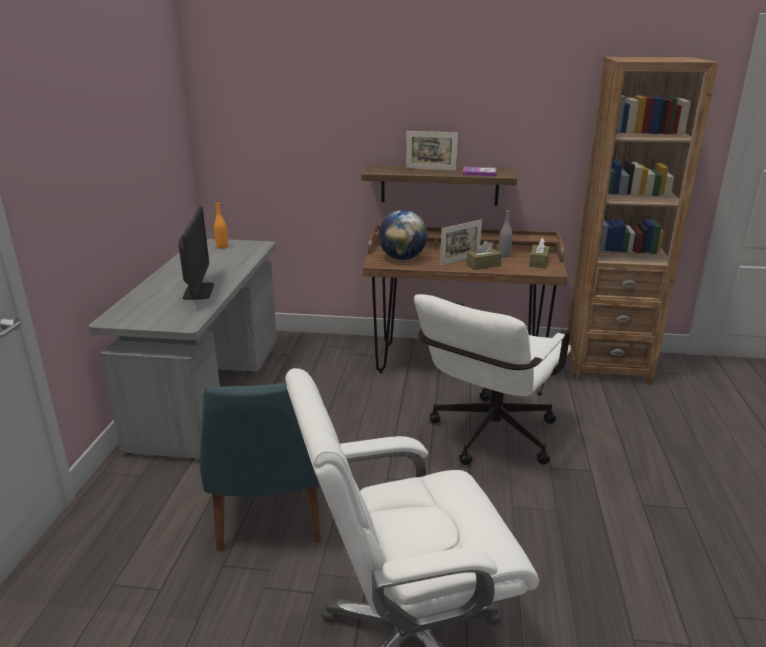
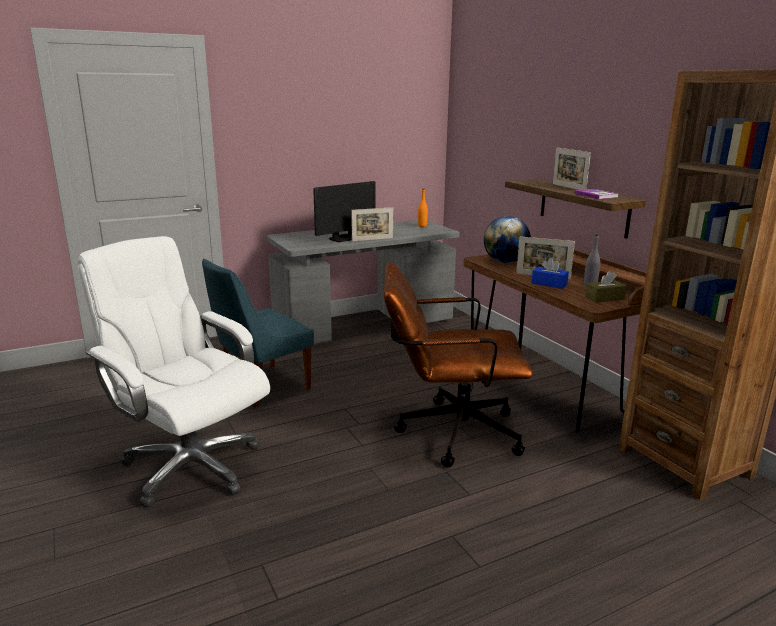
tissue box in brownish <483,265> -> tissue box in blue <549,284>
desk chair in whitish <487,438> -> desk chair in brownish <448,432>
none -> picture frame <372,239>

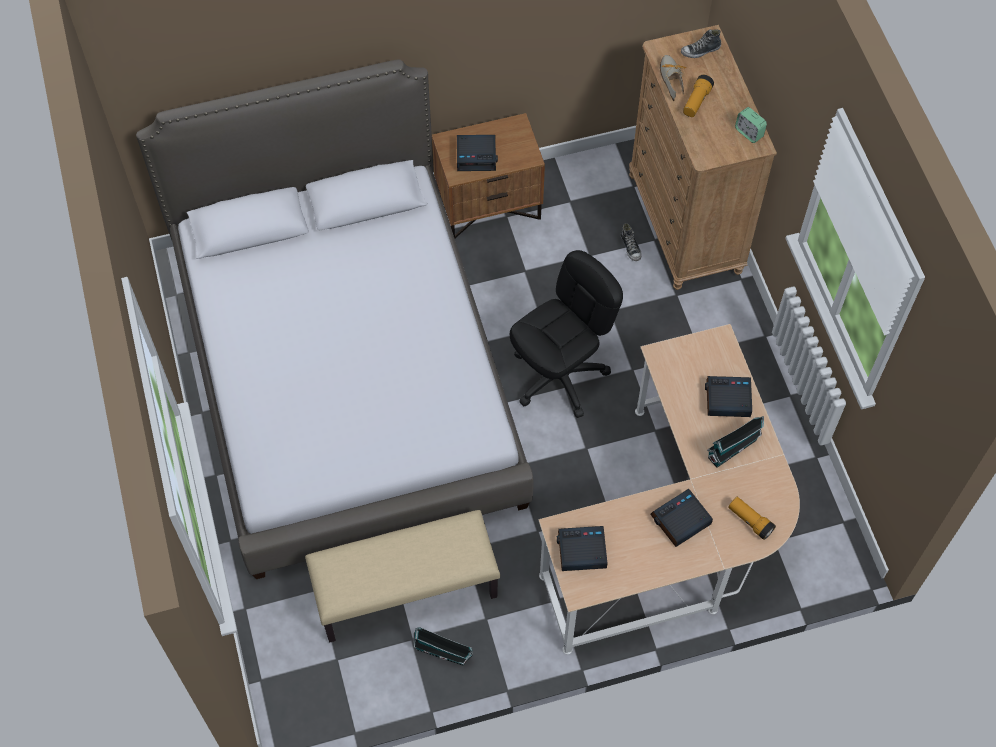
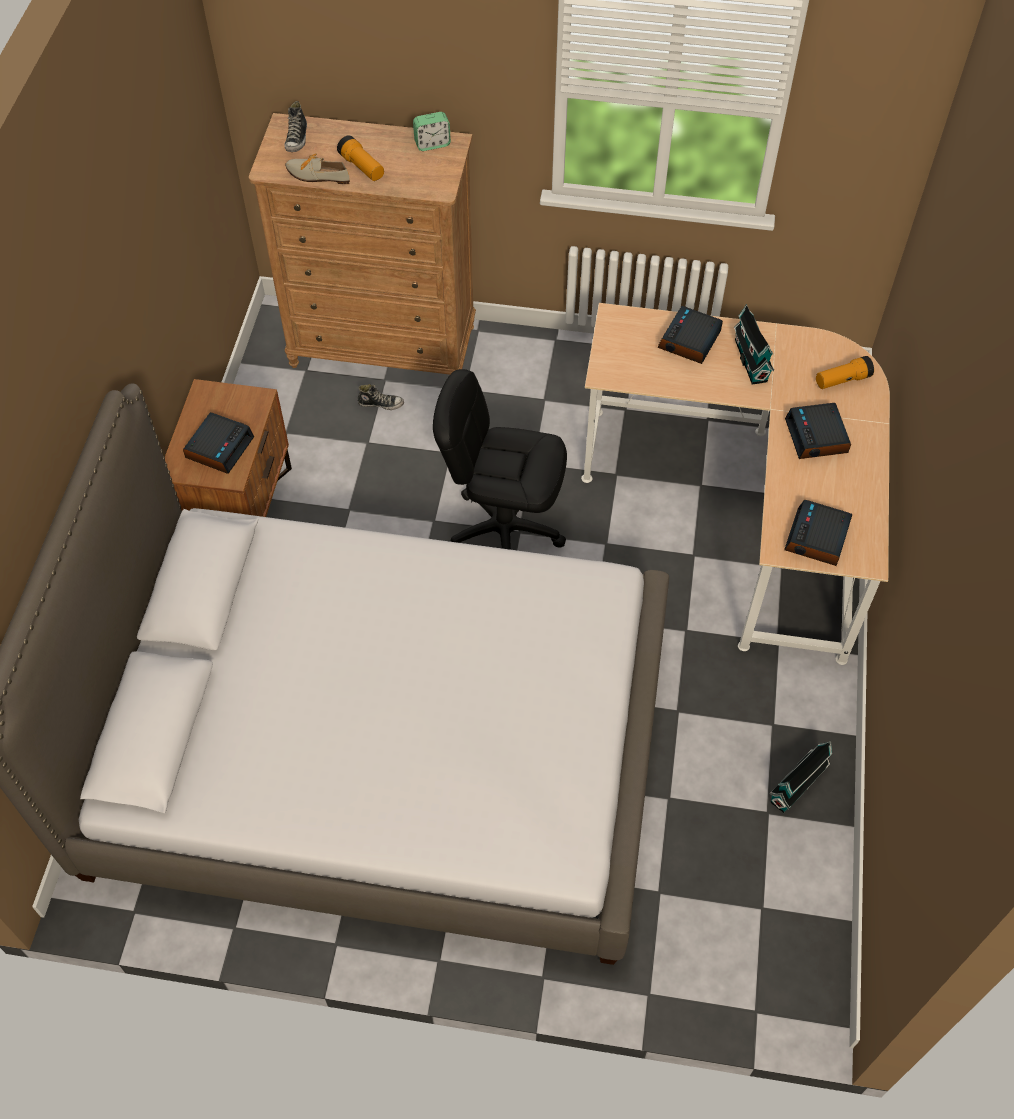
desk chair in black <560,376> -> desk chair in black <503,531>, 60 degrees counterclockwise
indoor bench in sand-coloured <406,589> -> none

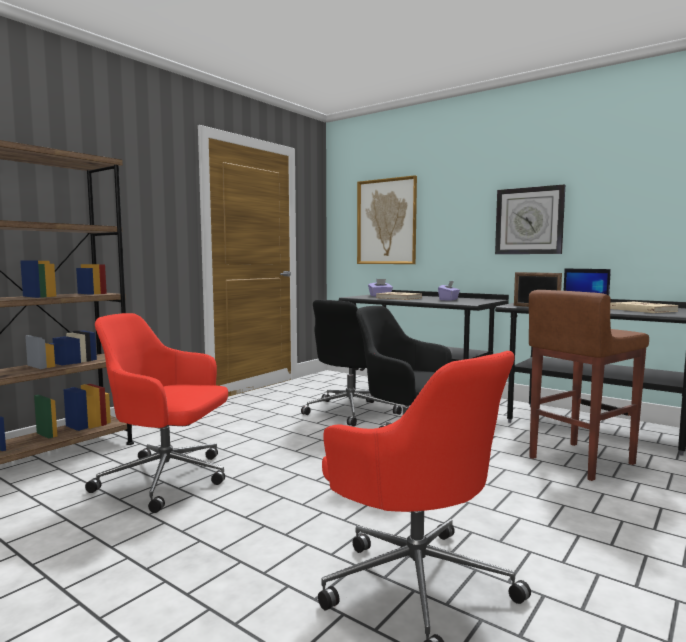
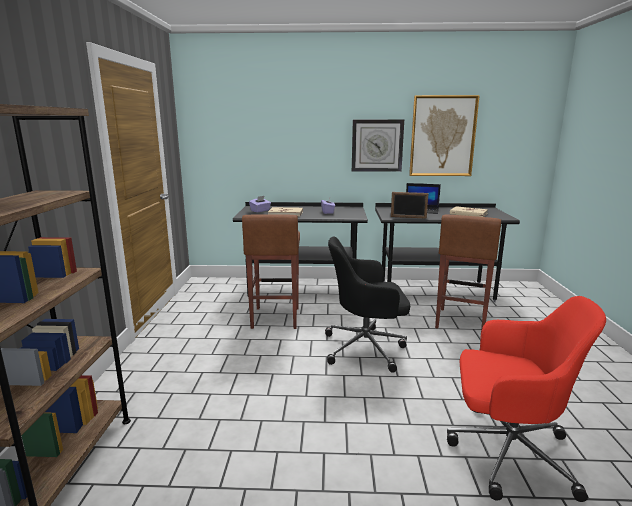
picture <386,222> -> picture <442,136>, shifted
desk chair in black <351,410> -> stool seat in brownish <274,318>
desk chair in reddish <167,479> -> none

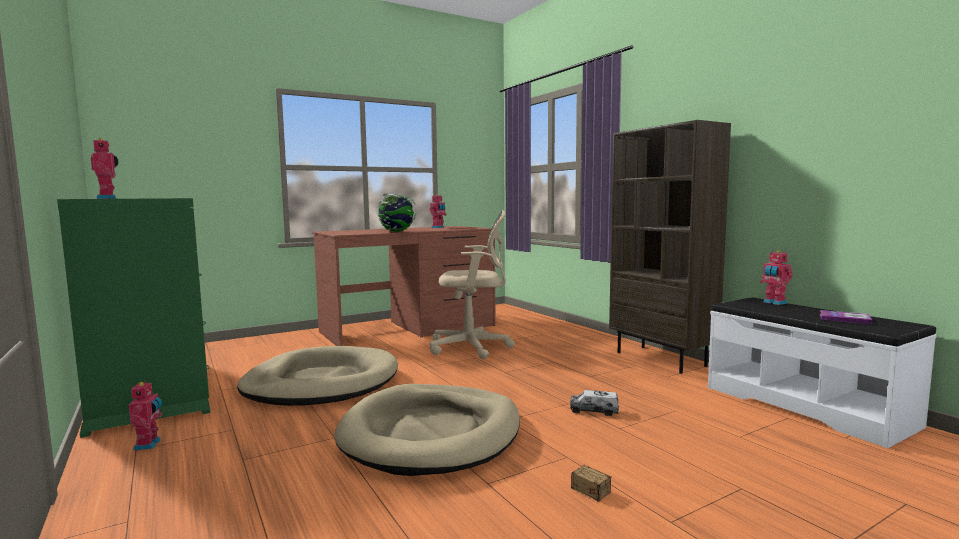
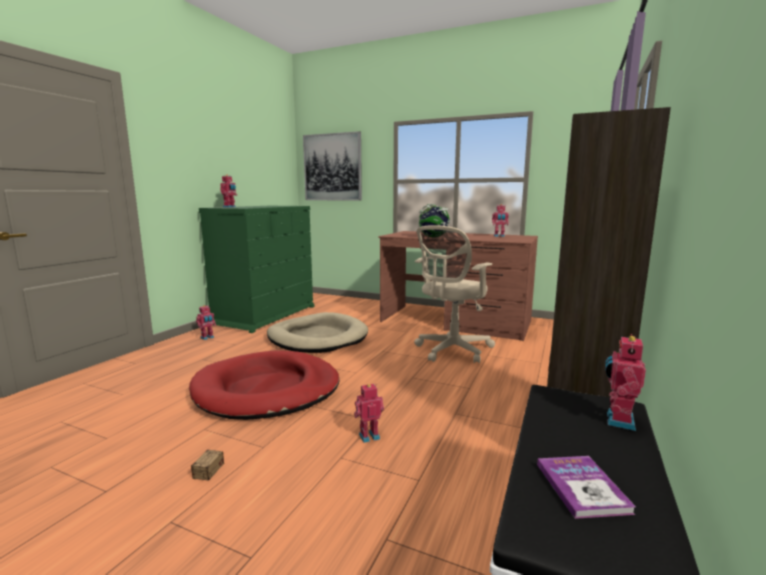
desk chair in sand-coloured <473,347> -> desk chair in sand-coloured <451,351>, 75 degrees clockwise
dog cushion in sand-coloured <431,434> -> dog cushion in reddish <267,390>
toy truck <594,411> -> model robot <368,436>
none -> picture <332,167>

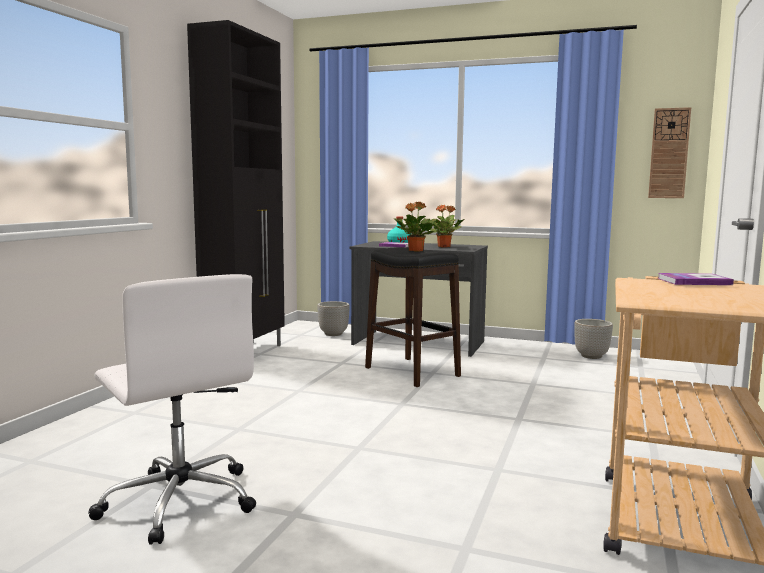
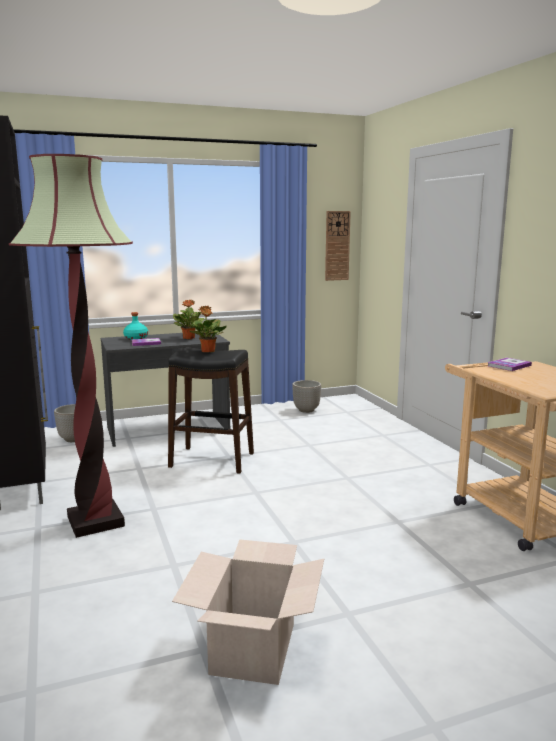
desk chair in whitish <179,501> -> packing box <254,649>
none -> floor lamp <95,521>

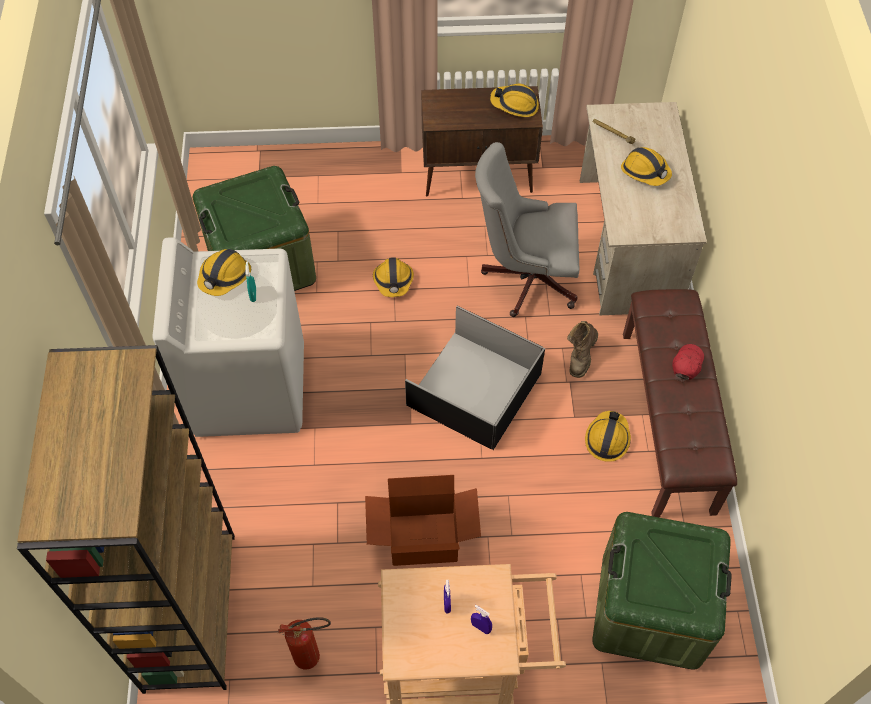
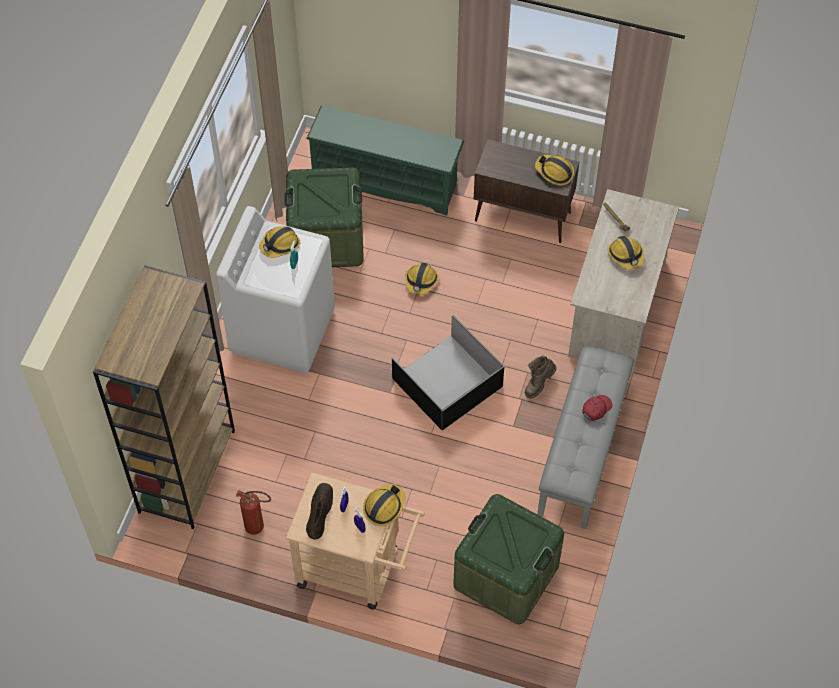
desk chair in gray <525,277> -> none
indoor bench in brownish <668,420> -> indoor bench in gray <583,451>
hard hat <607,439> -> hard hat <384,507>, shifted
packing box <423,540> -> none
none -> shoe stand in green <386,182>
none -> high-top boot in brownish <320,512>

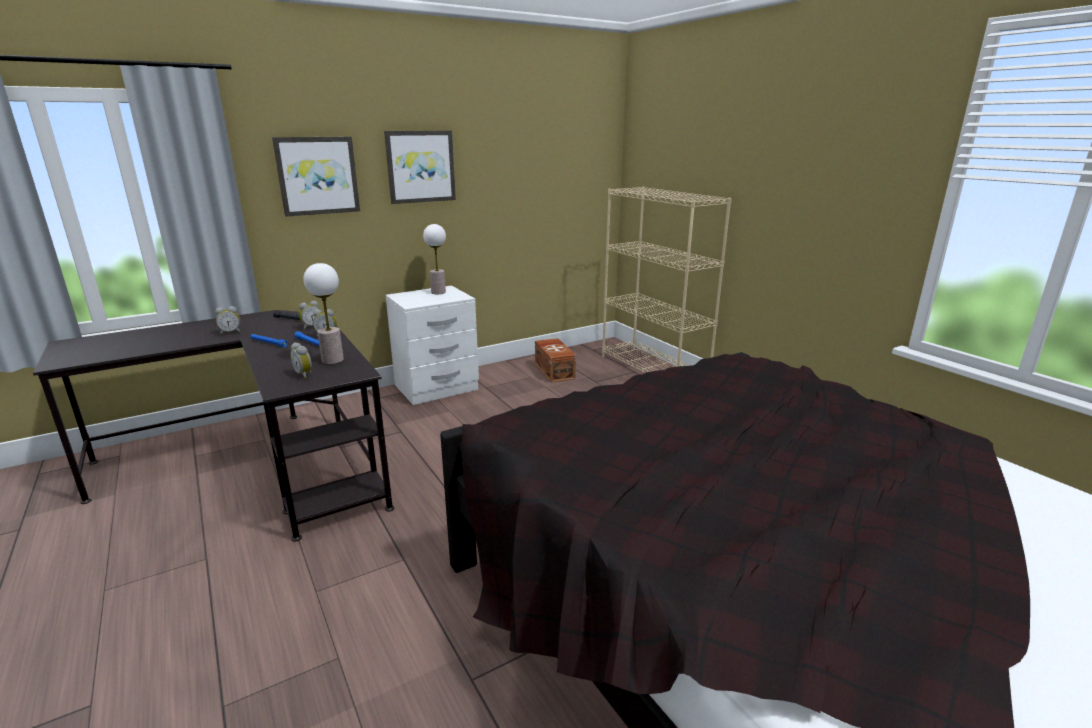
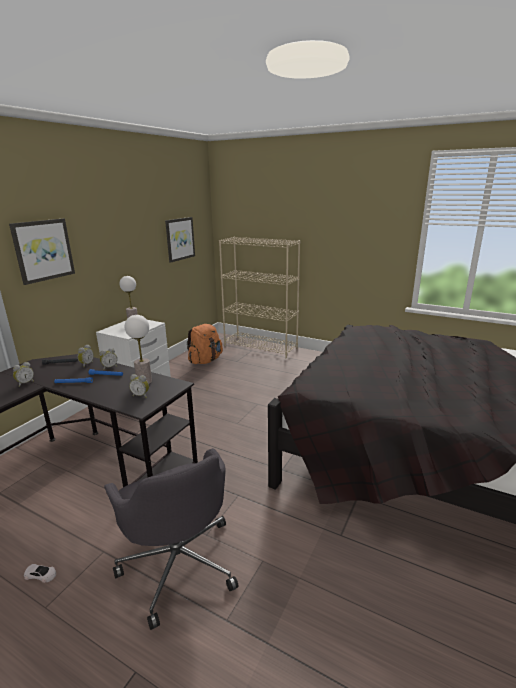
picture <420,166> -> picture <179,239>, shifted
storage container in brownish <555,371> -> rucksack in orangey <205,360>
none -> desk chair in gray <179,563>
none -> model car in whitish <41,575>

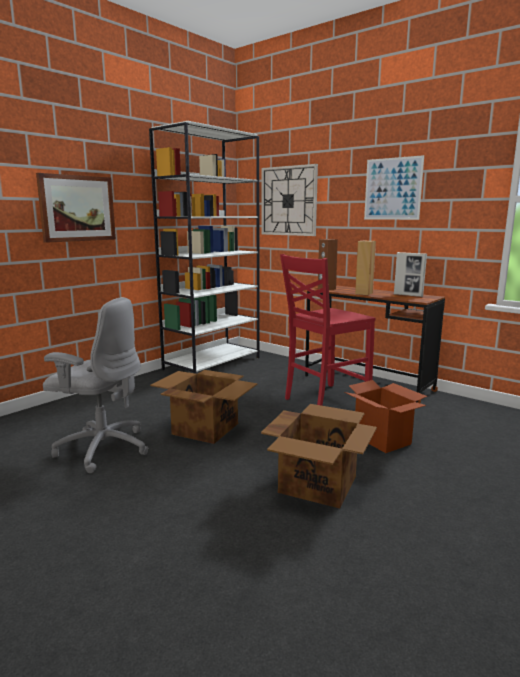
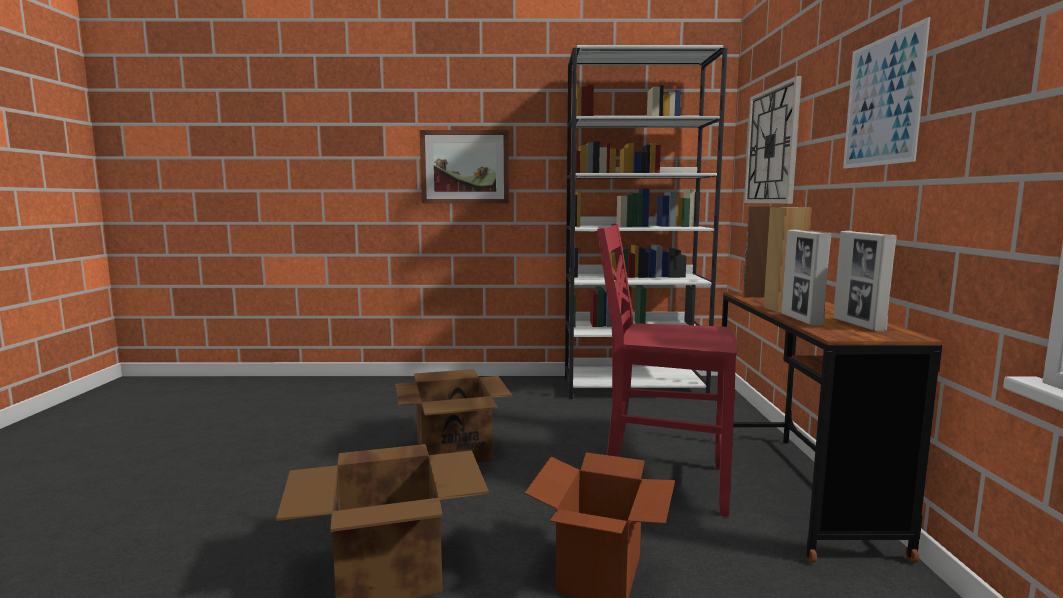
desk chair in gray <102,448> -> none
none -> picture frame <801,320>

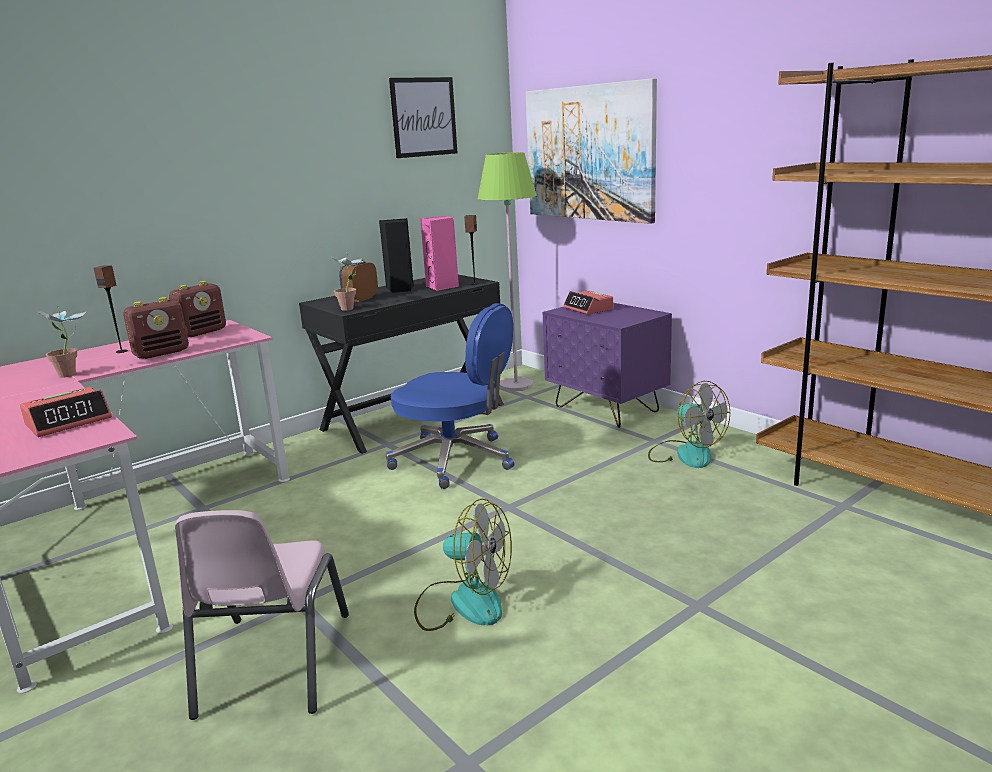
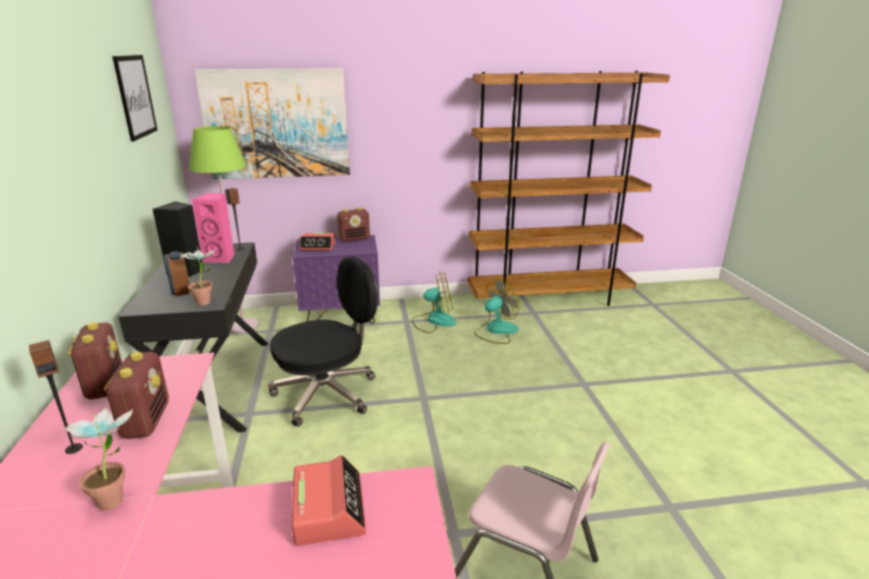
desk chair in blue <456,460> -> desk chair in black <327,393>
cooling fan <463,602> -> cooling fan <496,331>, shifted
none -> radio receiver <354,239>

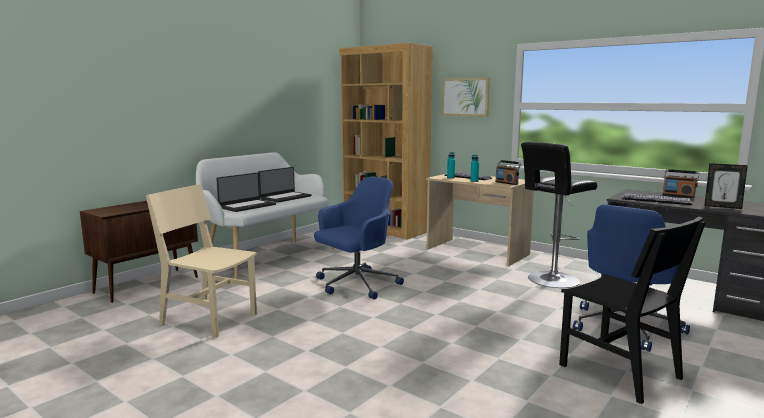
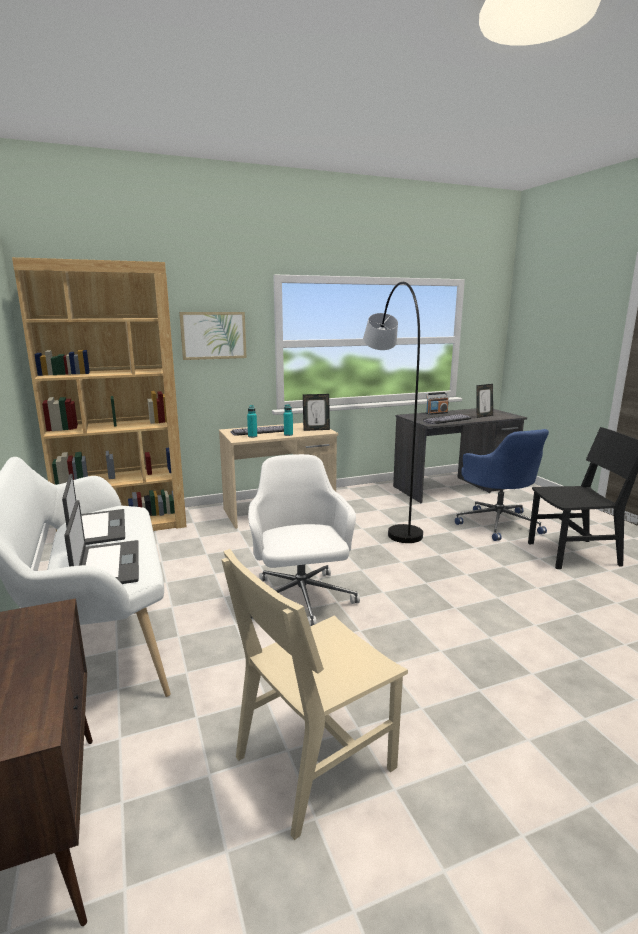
stool seat in black <551,280> -> floor lamp in gray <387,511>
radio receiver <506,183> -> picture frame <316,429>
desk chair in blue <356,285> -> desk chair in whitish <300,600>

